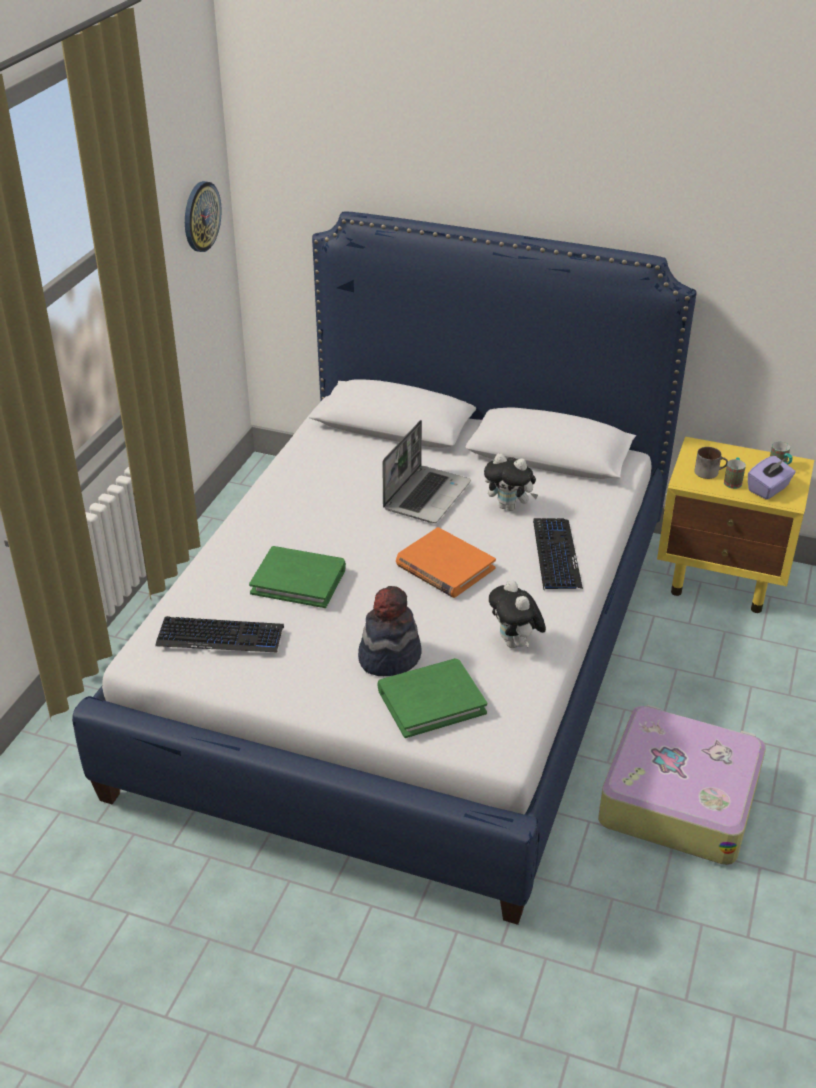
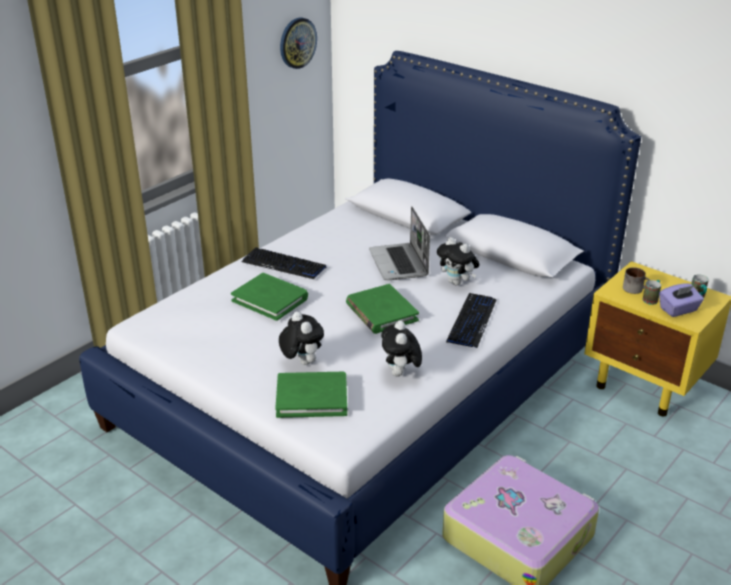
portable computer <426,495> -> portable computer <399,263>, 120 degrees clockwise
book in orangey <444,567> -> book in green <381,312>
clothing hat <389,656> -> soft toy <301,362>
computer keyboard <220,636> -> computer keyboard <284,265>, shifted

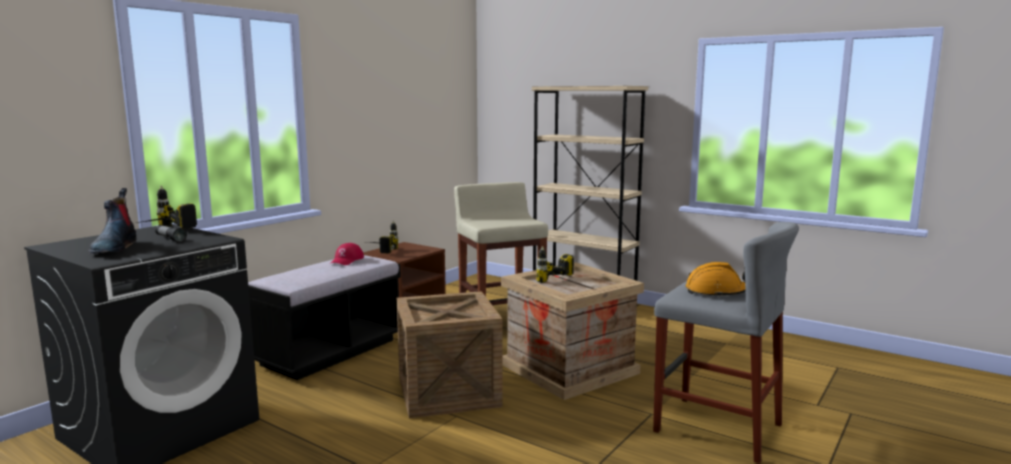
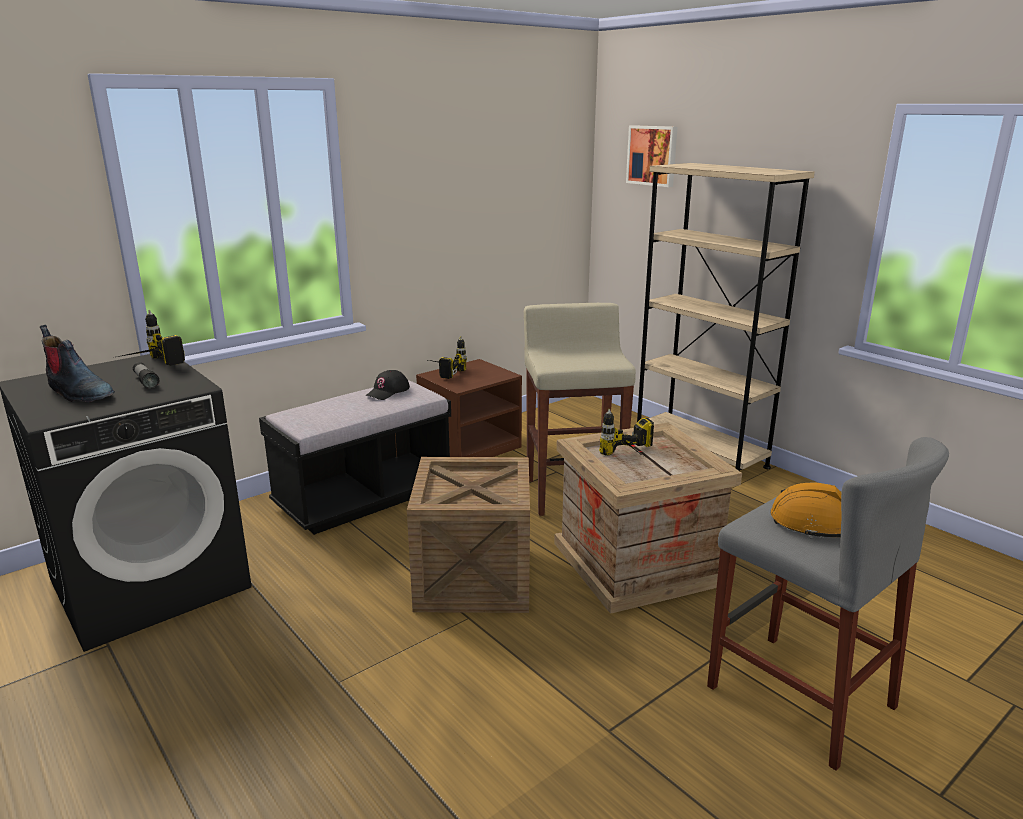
high-top boot <114,247> -> high-top boot <79,393>, 60 degrees counterclockwise
baseball cap in reddish <347,260> -> baseball cap in black <388,391>
none -> picture <653,155>

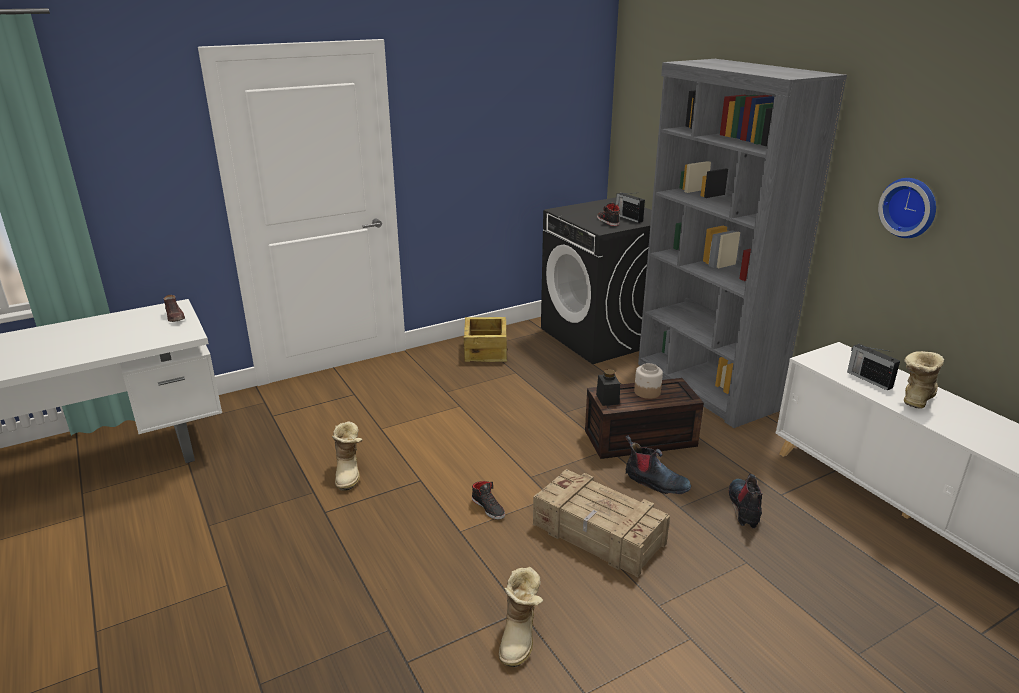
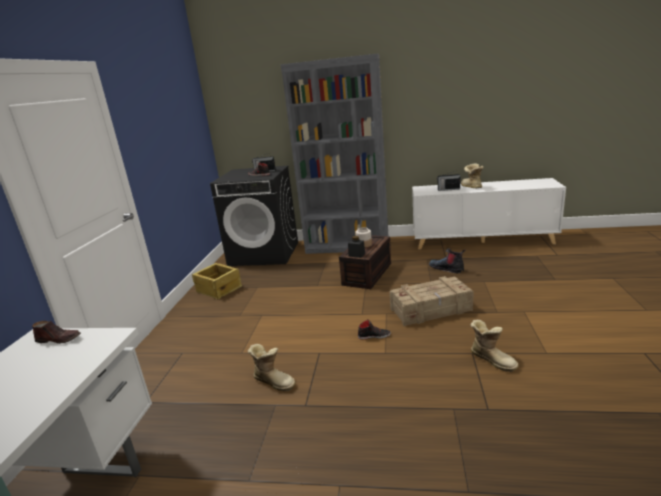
clock on the wall <910,207> -> none
high-top boot <655,483> -> none

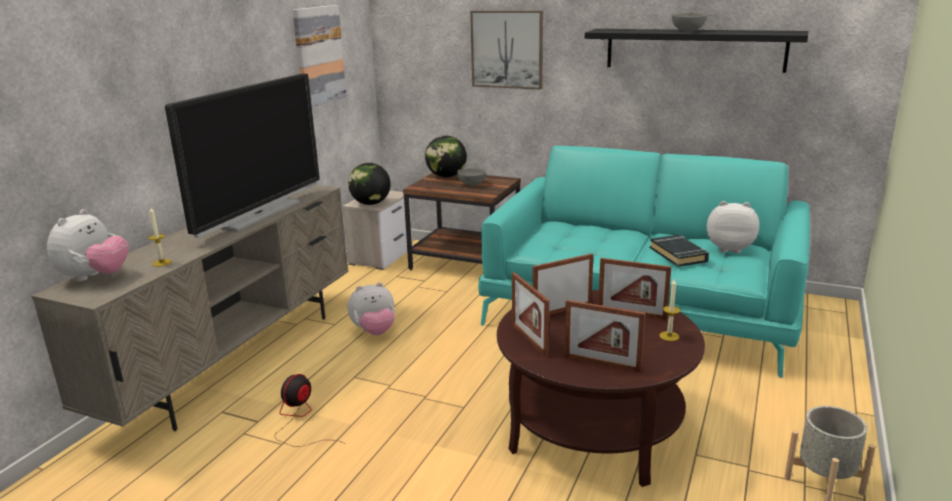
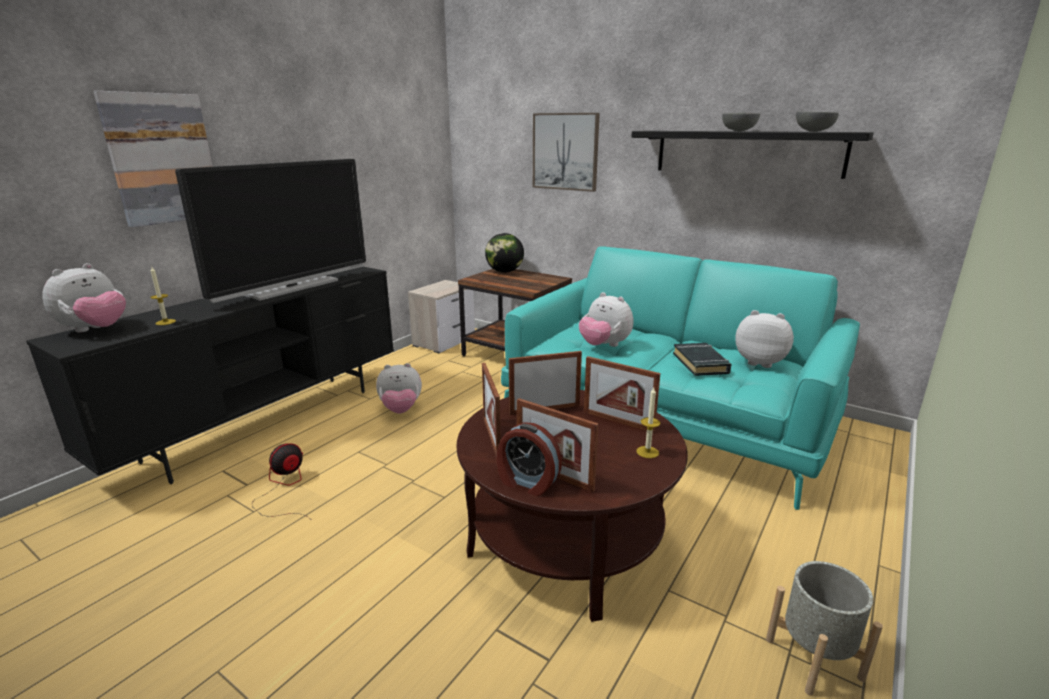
picture <318,55> -> picture <162,159>, shifted
globe <371,203> -> none
deep dish in gray <471,184> -> deep dish in gray <812,131>, shifted
media console in sand-coloured <237,361> -> media console in black <266,423>
none -> soft toy <604,345>
none -> table clock <527,483>

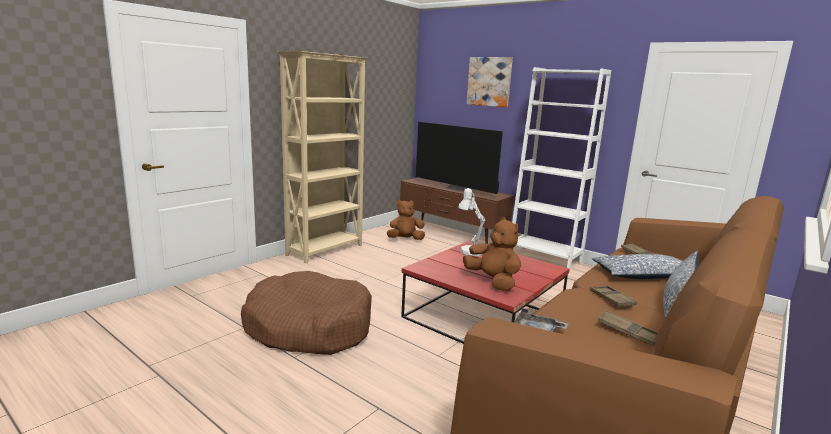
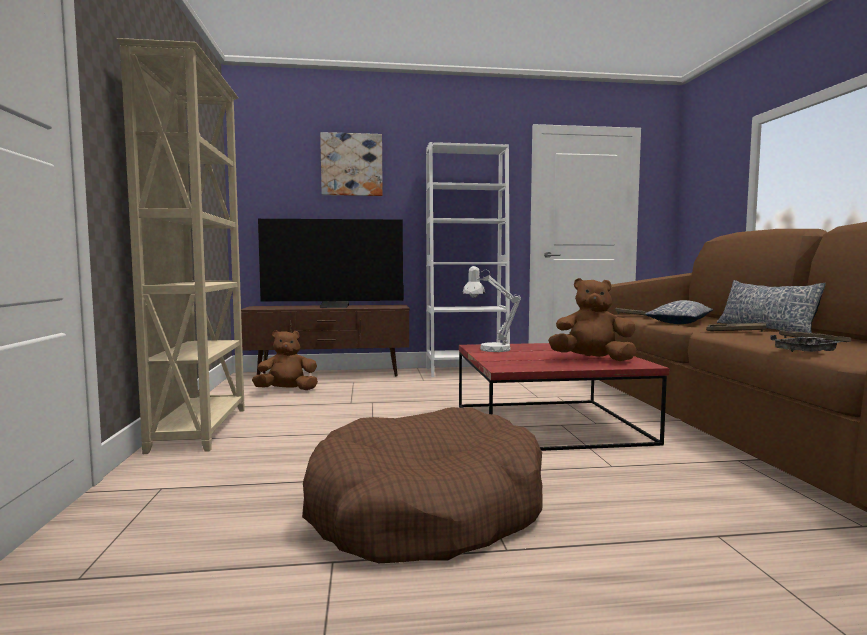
soft toy in brownish <405,239> -> soft toy in brownish <287,390>, 45 degrees clockwise

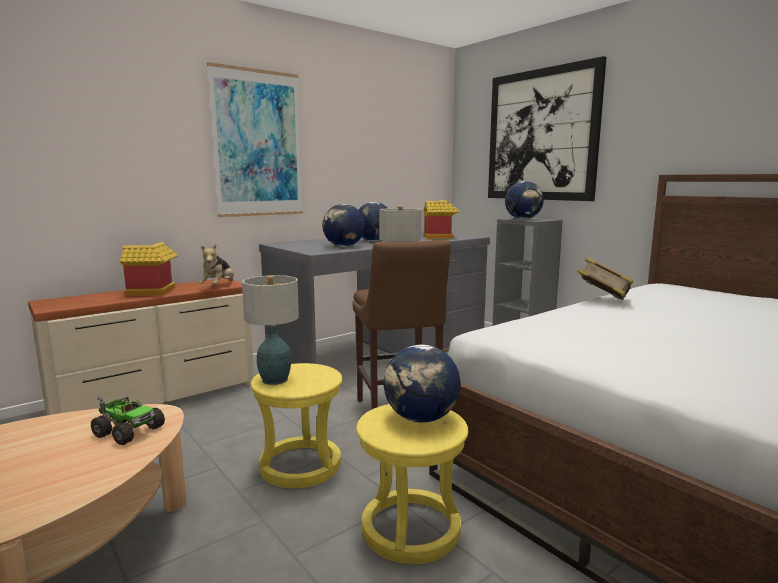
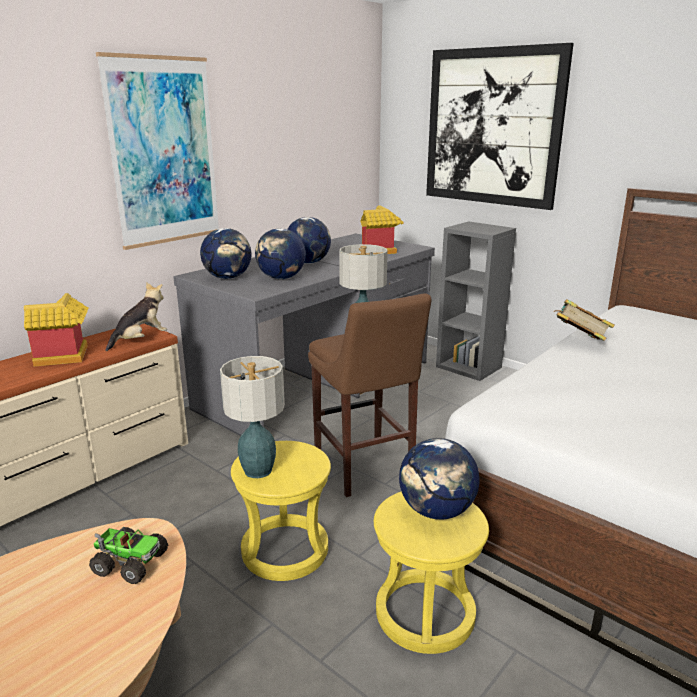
globe <523,219> -> globe <228,278>, shifted
soft toy <218,286> -> soft toy <141,340>, 135 degrees counterclockwise

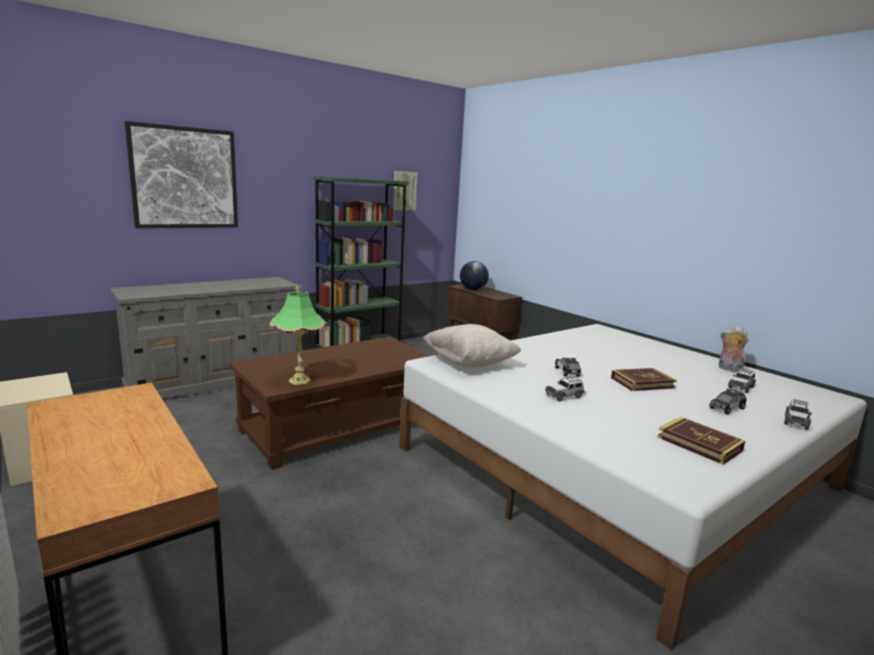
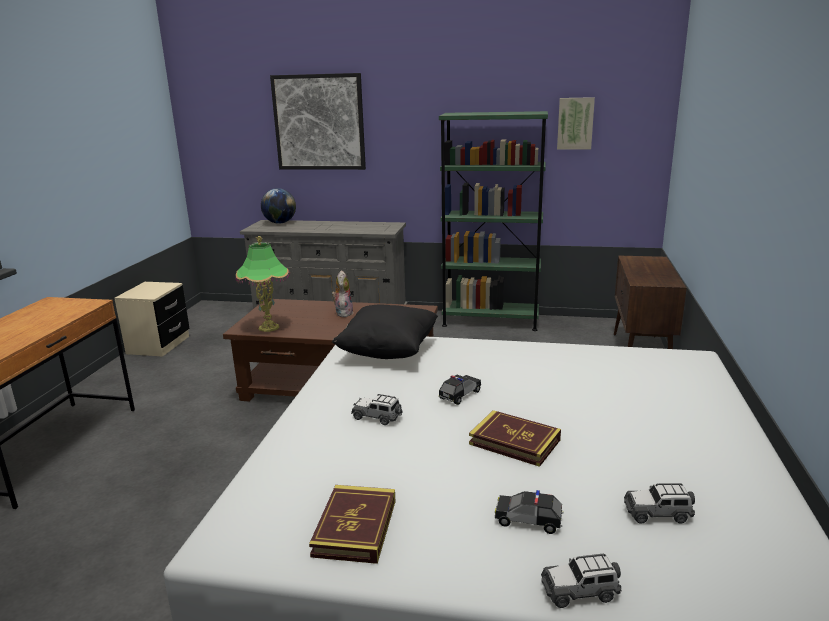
globe <473,289> -> globe <280,223>, shifted
cushion in sand-coloured <469,363> -> cushion in black <388,352>
soft toy <728,369> -> soft toy <343,313>, shifted

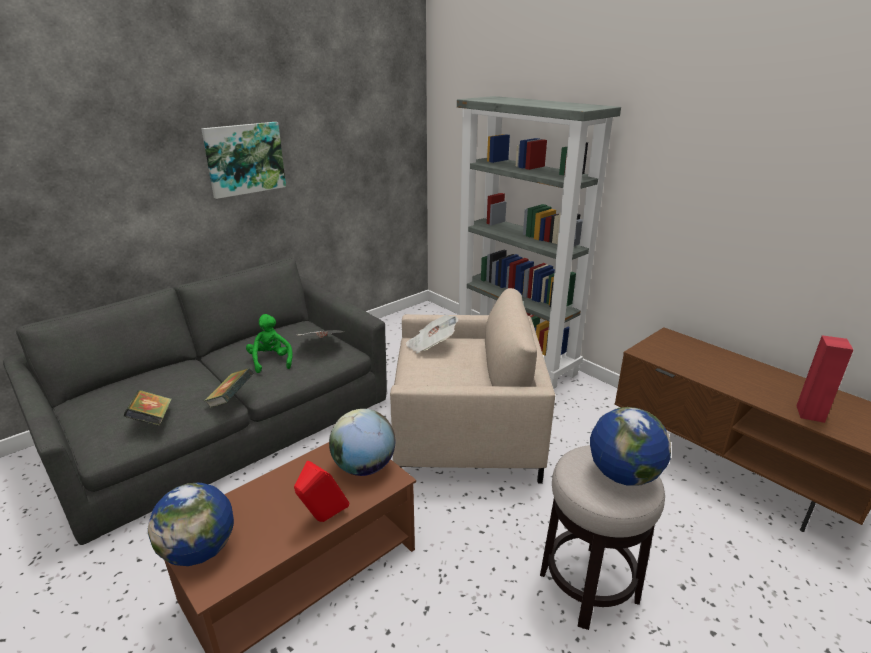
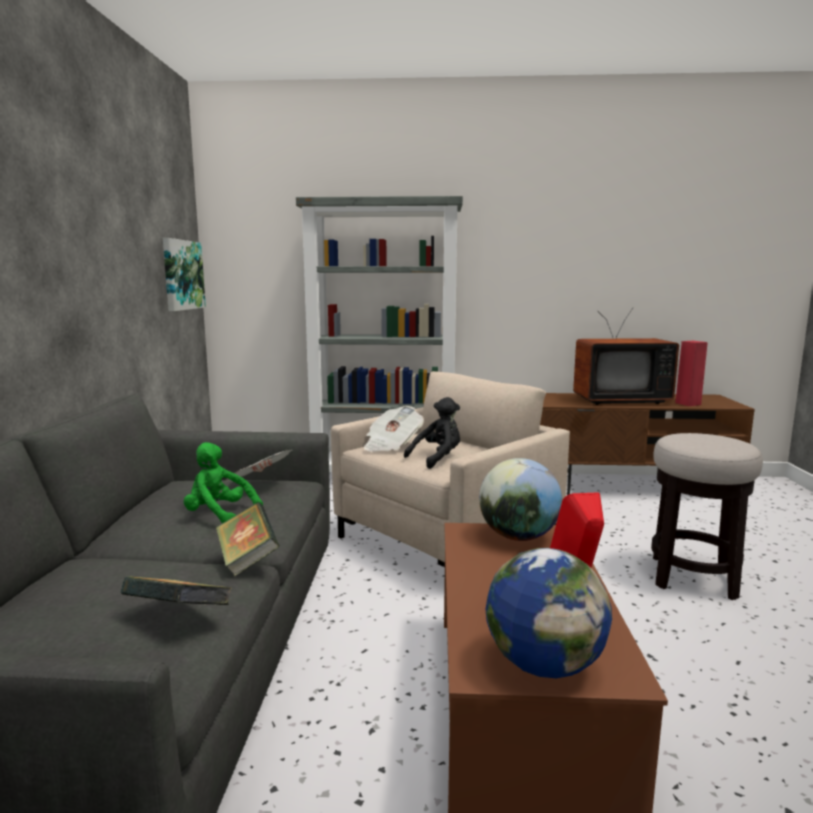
picture <244,159> -> picture <182,275>, shifted
globe <623,475> -> none
none -> television <617,400>
none -> soft toy in black <437,459>

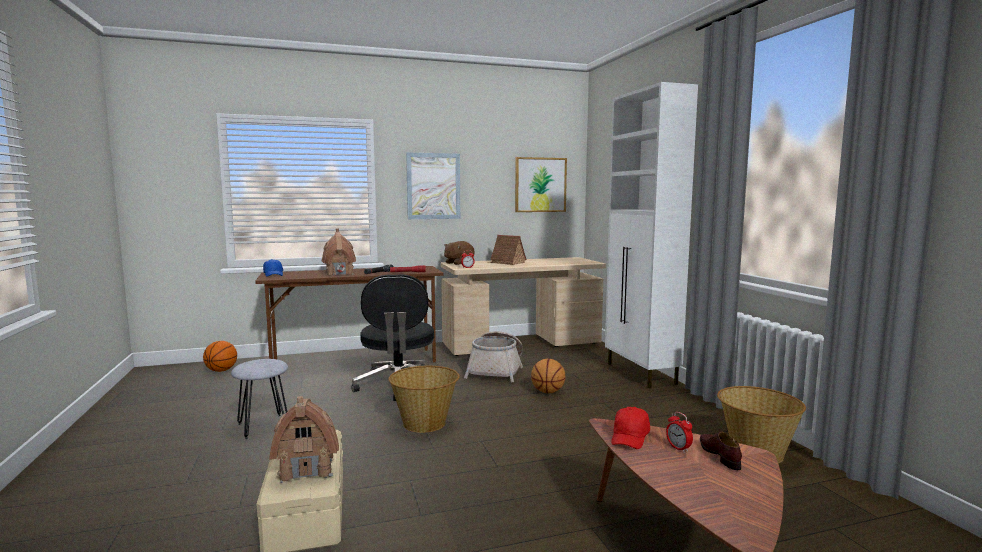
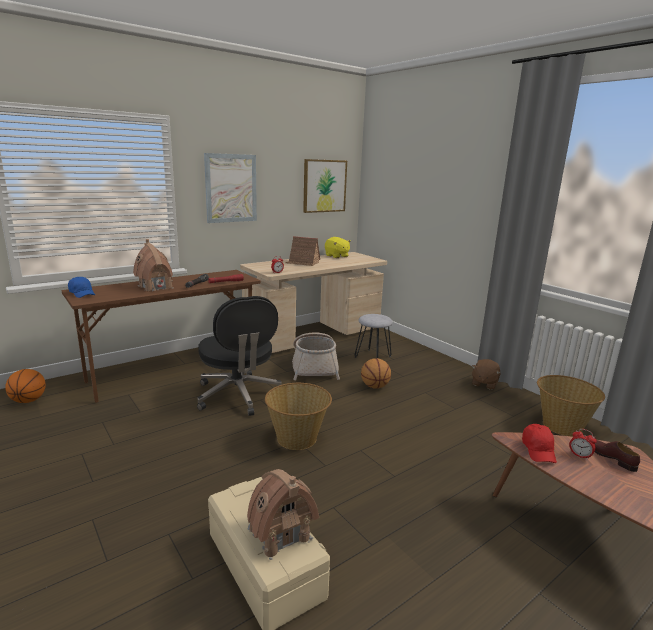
cabinet in whitish <641,374> -> none
soft toy in brownish <458,263> -> soft toy in brownish <484,383>, shifted
stool seat in gray <263,426> -> stool seat in gray <372,357>, shifted
none -> soft toy in yellow <336,256>

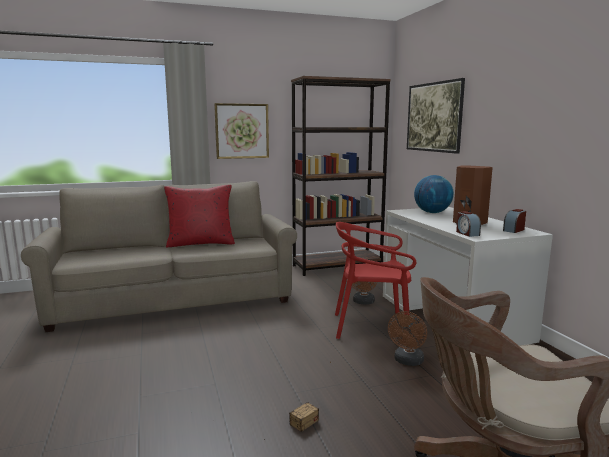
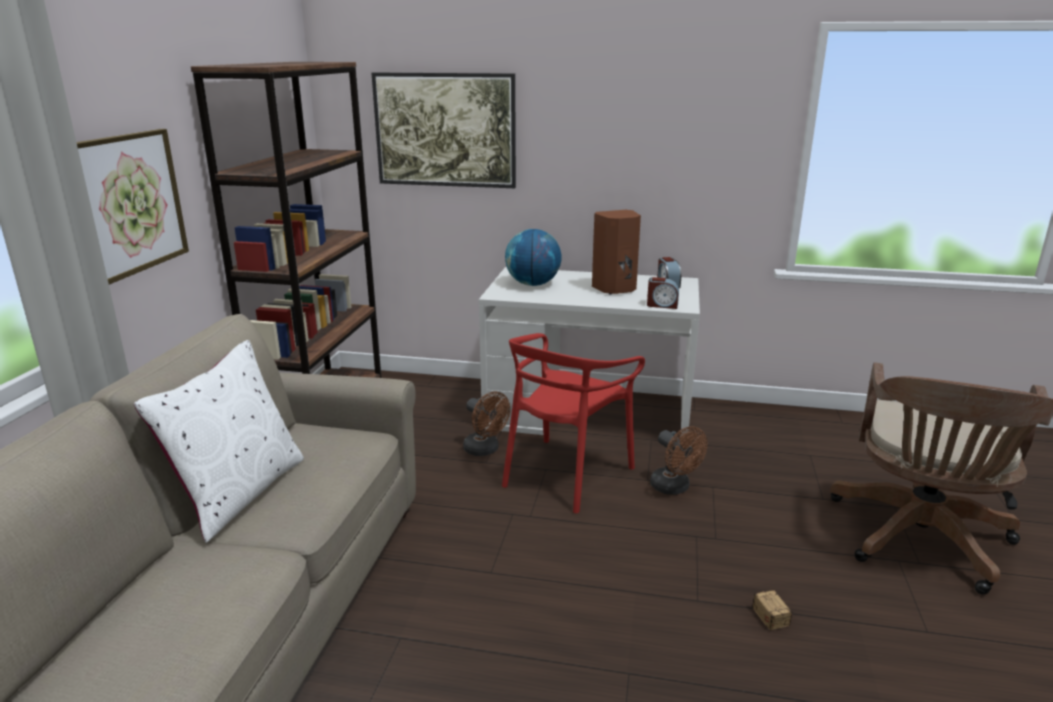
cushion in reddish <201,243> -> cushion in whitish <239,493>

